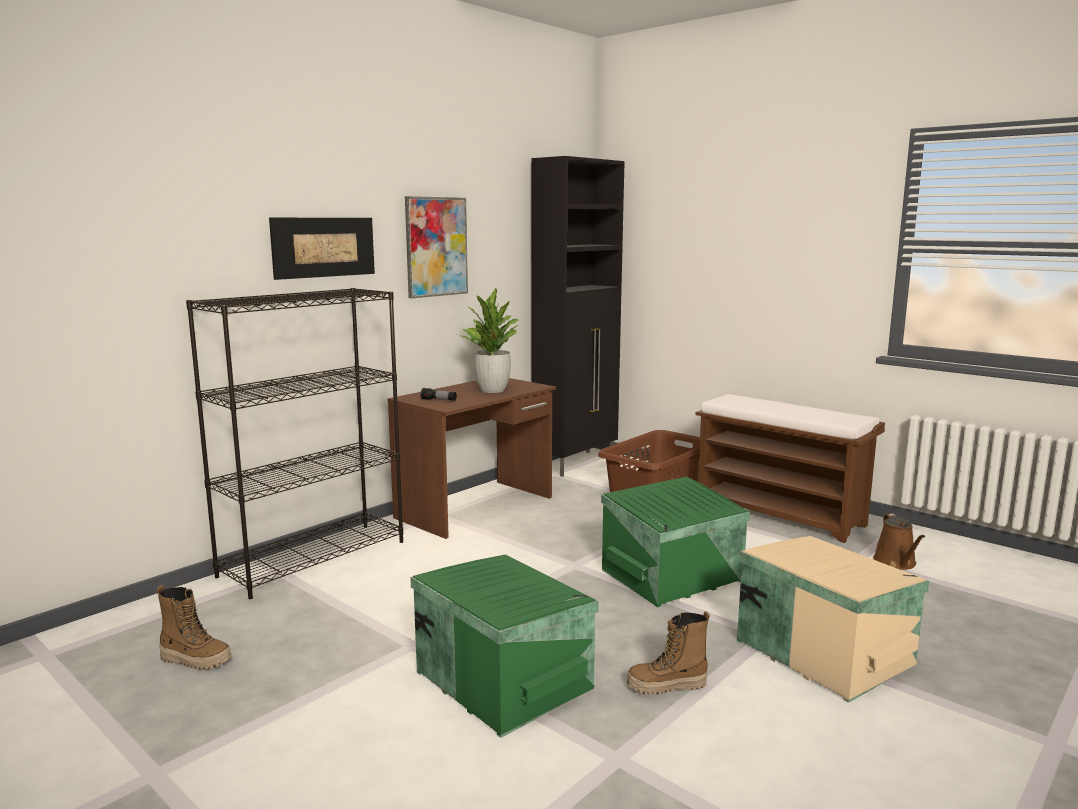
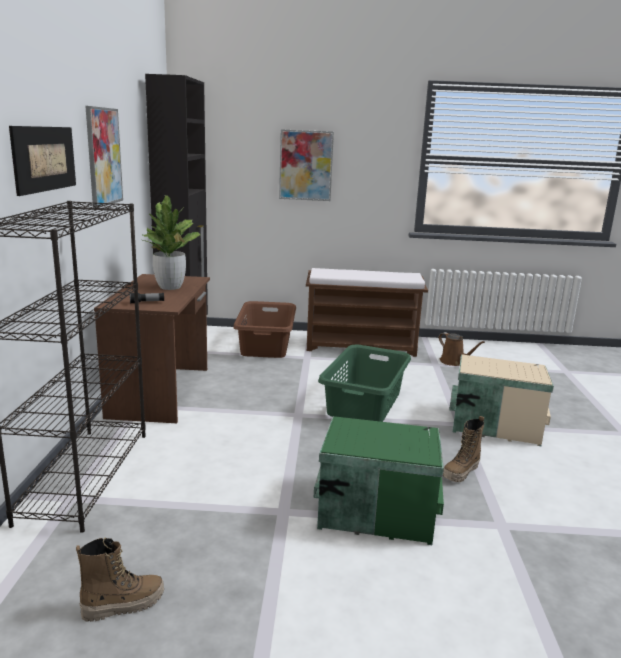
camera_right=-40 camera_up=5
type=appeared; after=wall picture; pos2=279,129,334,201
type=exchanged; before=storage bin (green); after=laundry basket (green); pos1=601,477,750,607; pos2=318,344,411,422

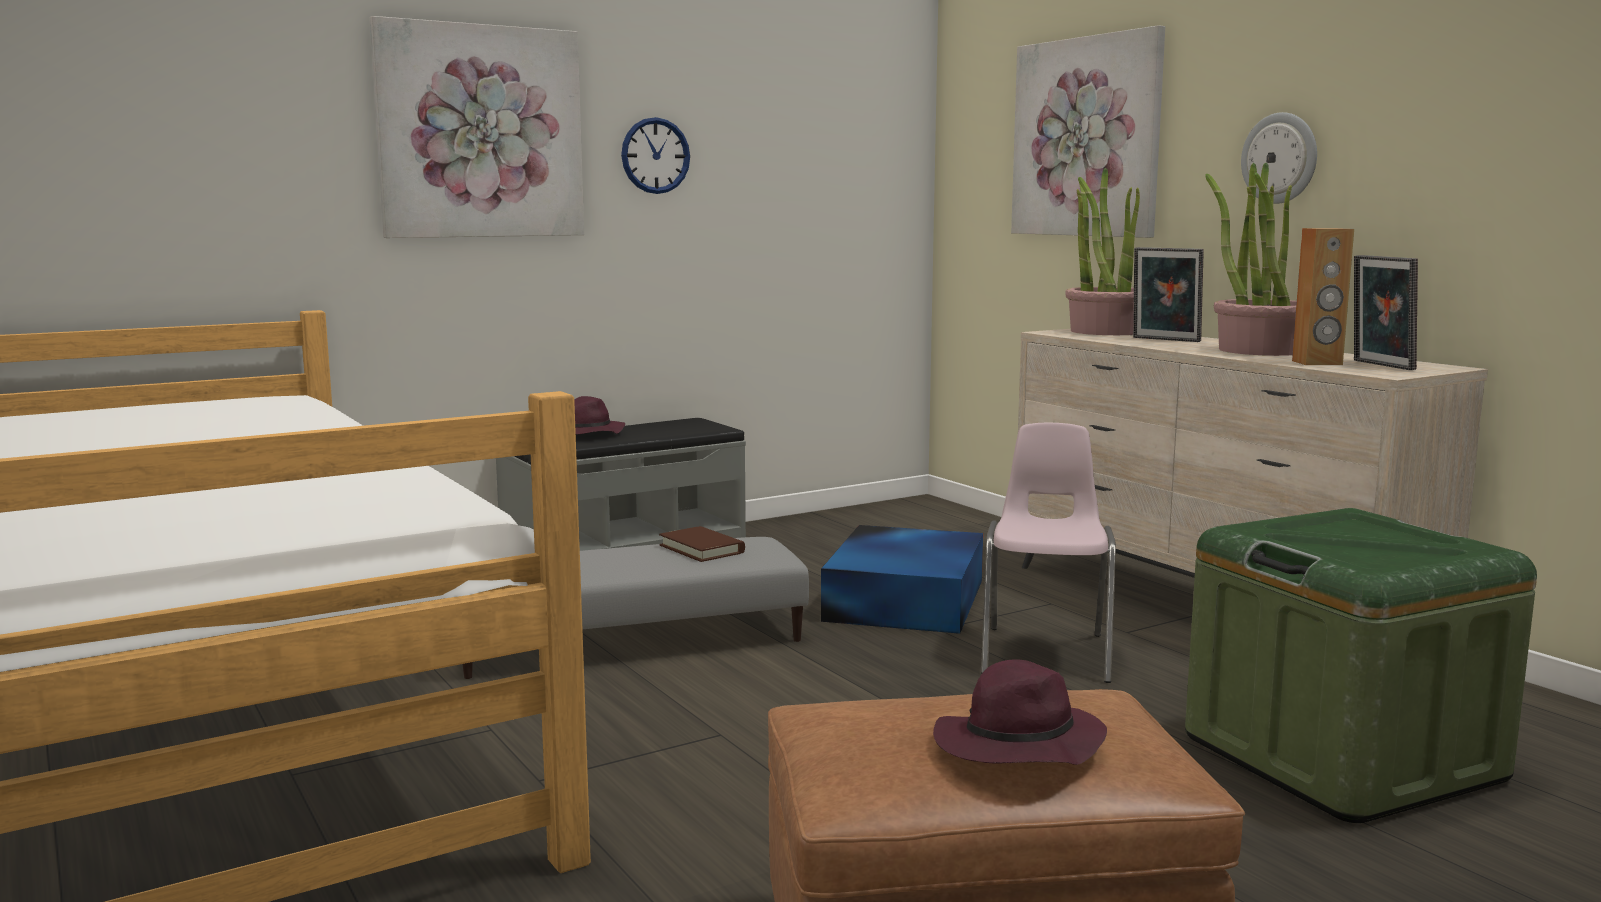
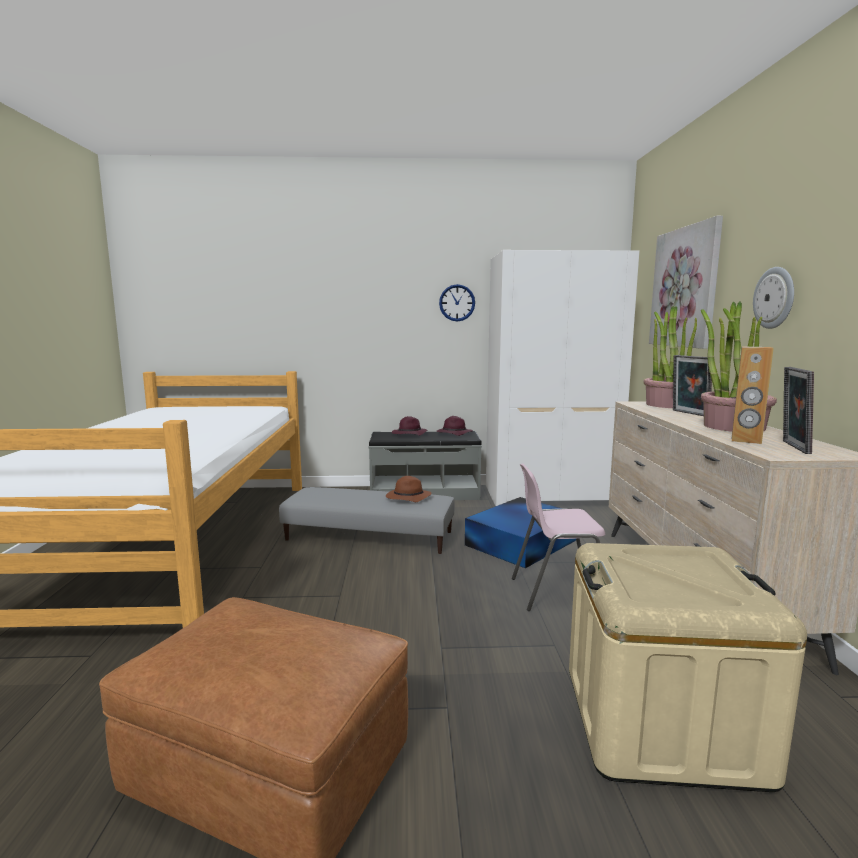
camera_right=30 camera_up=0
type=missing; before=wall picture; pos1=369,16,584,238
type=appeared; after=wardrobe (white); pos2=486,250,639,506
type=relocated; before=clothing hat (purple); pos1=933,660,1107,765; pos2=436,416,473,436
type=exchanged; before=bound book (brownish); after=clothing hat (brownish); pos1=659,526,745,562; pos2=386,476,432,502
type=colour; before=storage bin (green); after=storage bin (sand-coloured); pos1=1185,508,1537,823; pos2=569,543,807,792
type=spun; before=chair (pink); pos1=981,423,1116,683; pos2=512,463,605,611; turn=-135

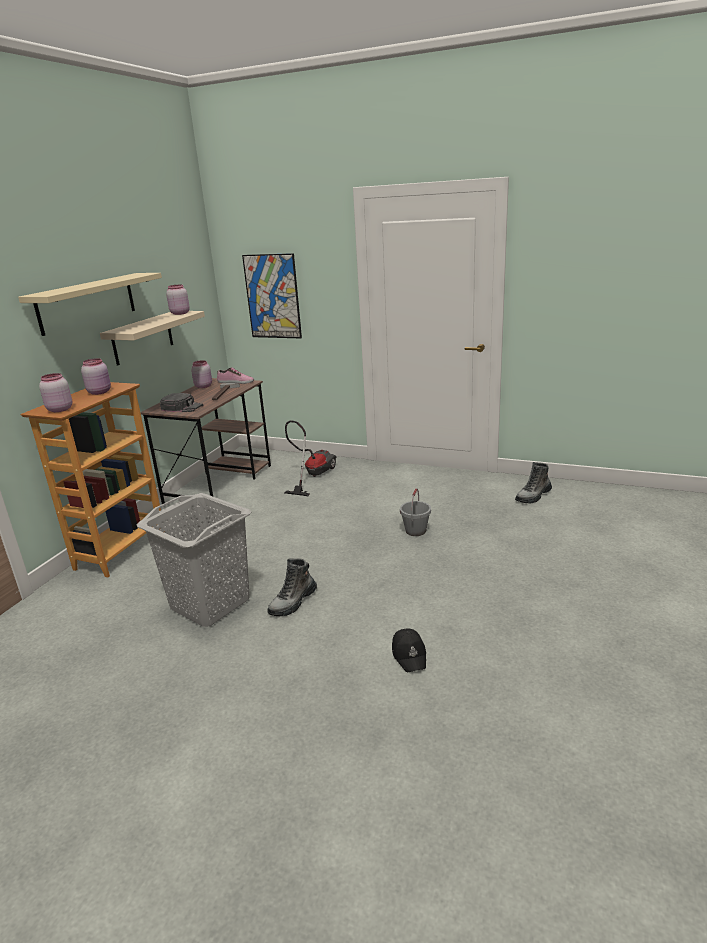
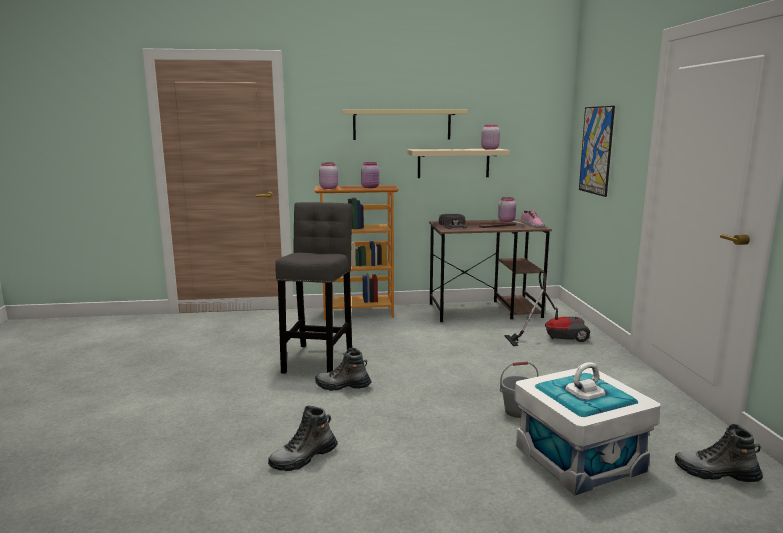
camera_right=60 camera_up=-10
type=appeared; after=storage bin (white); pos2=514,362,660,495
type=exchanged; before=laundry basket (greyish); after=sitting stool (greyish); pos1=136,493,251,627; pos2=275,202,353,374
type=exchanged; before=baseball cap (blackish); after=high-top boot; pos1=392,628,426,672; pos2=268,405,338,471

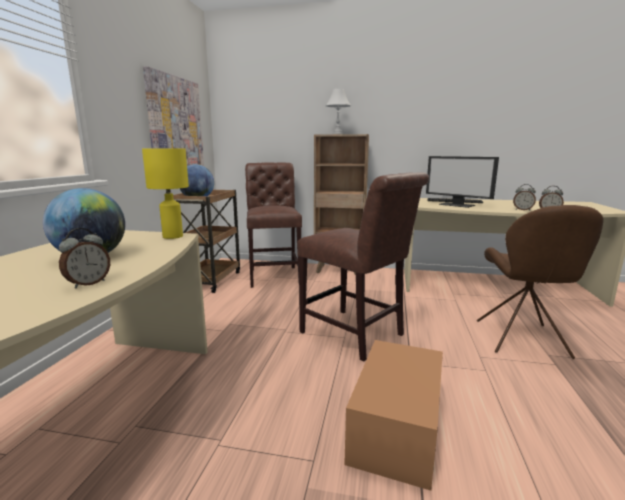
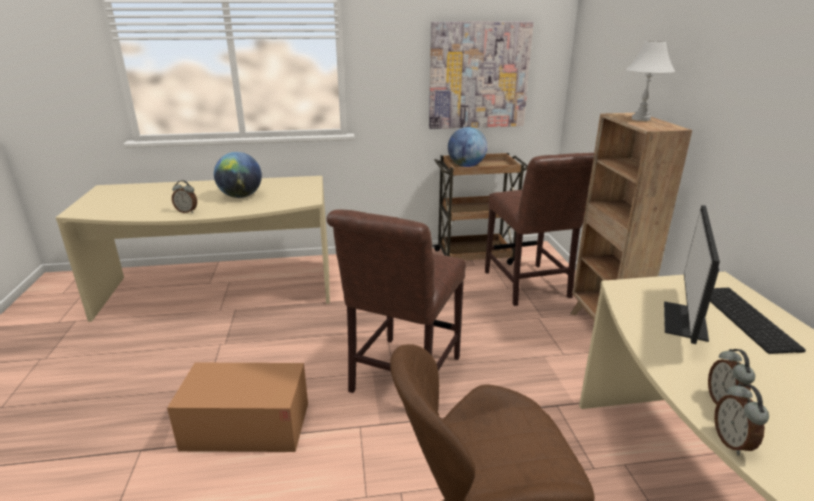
camera_right=70 camera_up=10
type=missing; before=table lamp (yellowish); pos1=142,149,189,239
type=spun; before=chair (brownish); pos1=245,162,302,288; pos2=485,153,594,306; turn=105

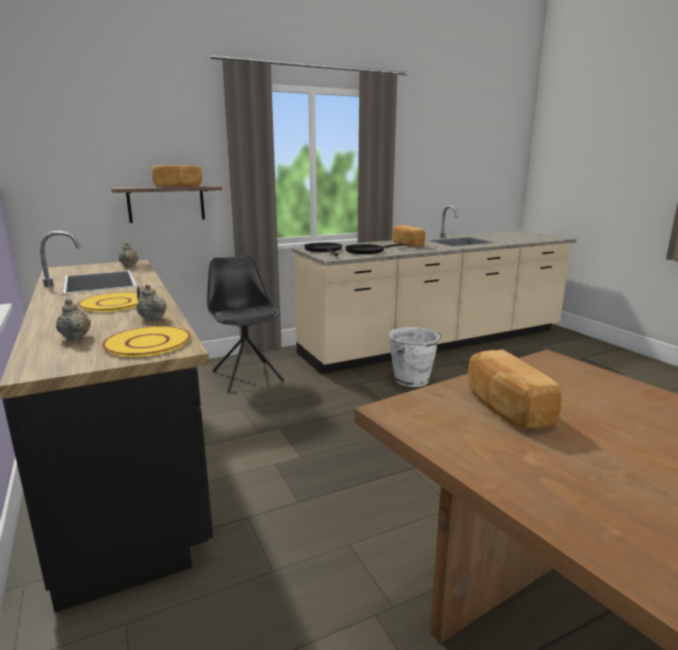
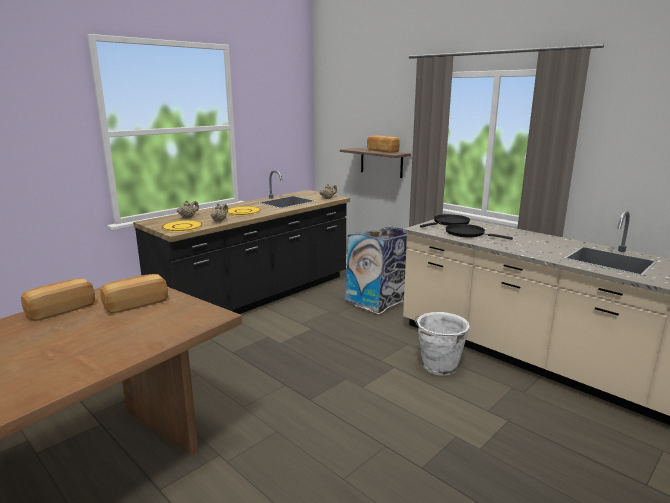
camera_right=70 camera_up=0
type=relocated; before=bakery bread; pos1=392,225,425,247; pos2=21,278,95,321
type=exchanged; before=chair (blackish); after=waste bin; pos1=207,255,284,392; pos2=345,227,408,315

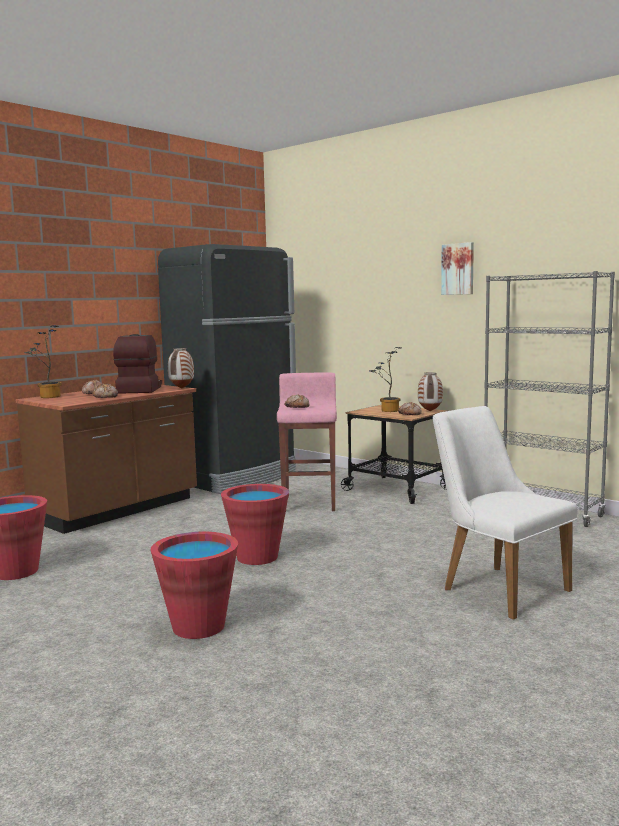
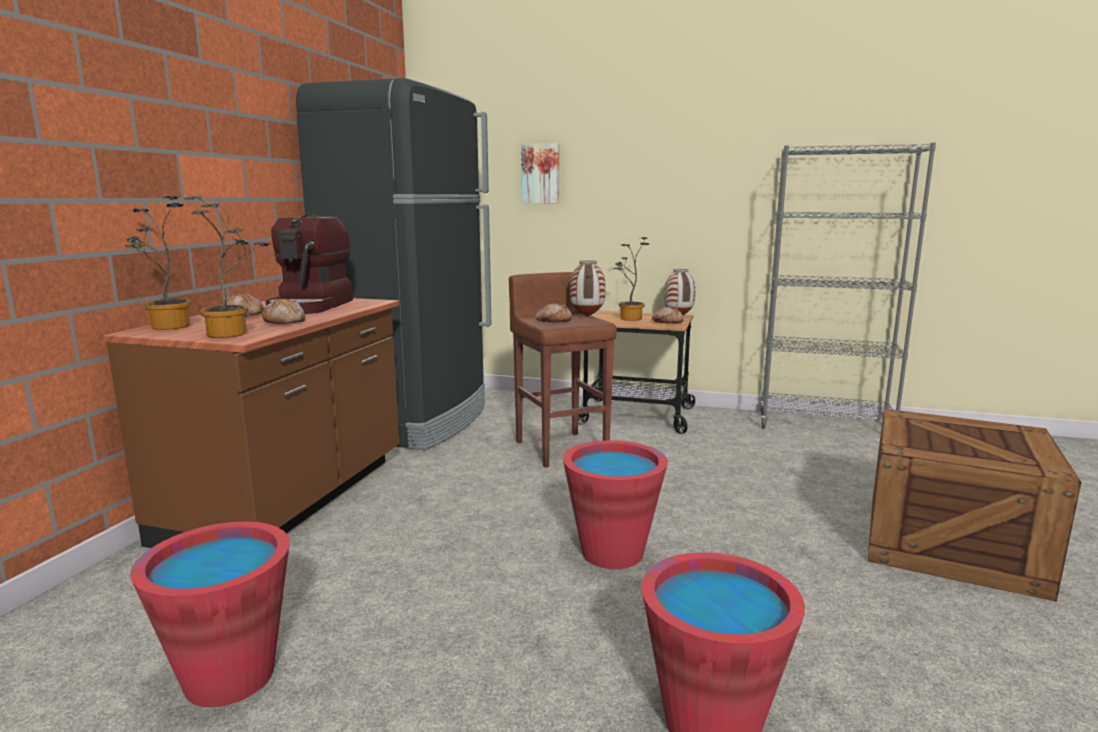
camera_right=-25 camera_up=5
type=appeared; after=potted plant; pos2=184,196,271,338
type=relocated; before=decorative vase; pos1=168,348,194,389; pos2=570,260,606,317
type=relocated; before=wall picture; pos1=441,242,474,295; pos2=521,143,559,203
type=exchanged; before=chair (white); after=shipping crate; pos1=433,406,578,620; pos2=868,409,1081,602
type=colour; before=sitting stool (pink); after=sitting stool (brownish); pos1=277,372,337,511; pos2=509,272,617,468
type=spun; before=coffee brewer; pos1=113,334,162,394; pos2=266,215,353,314; turn=-150

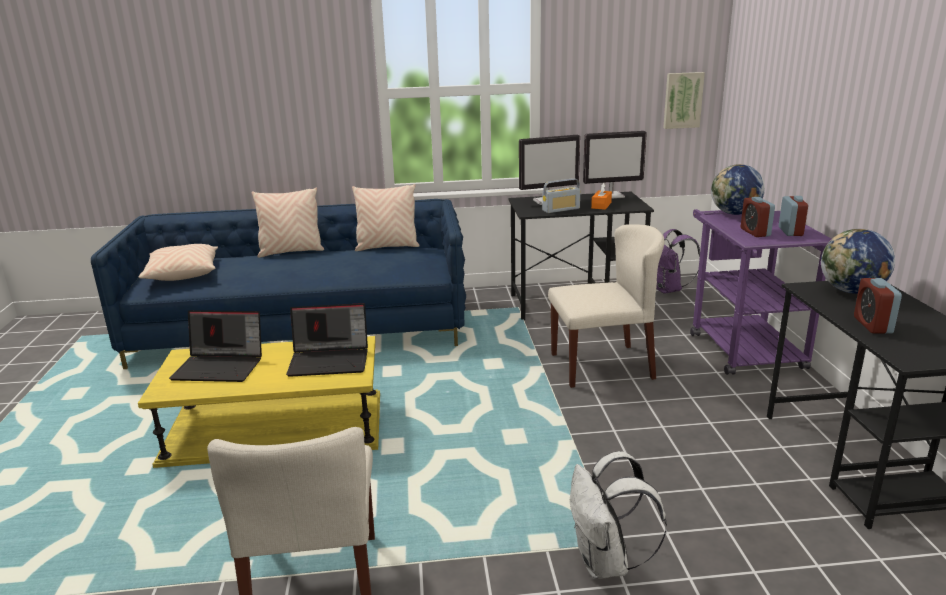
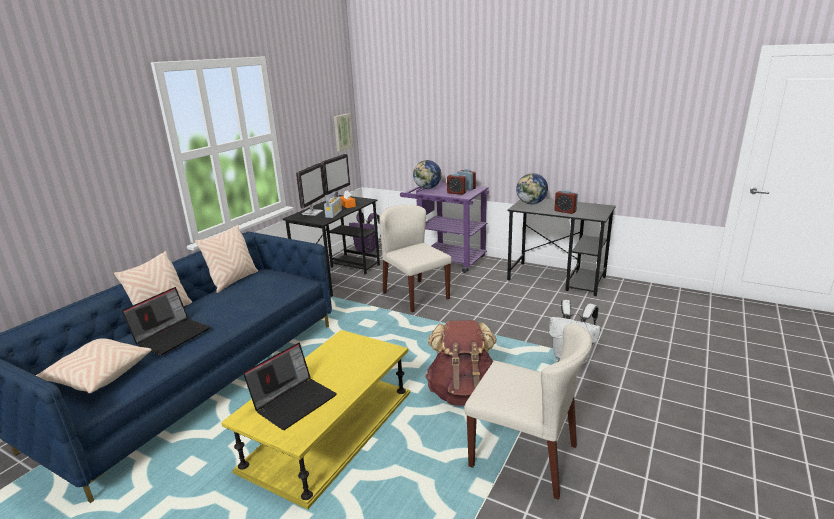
camera_right=-55 camera_up=0
type=appeared; after=knapsack (brownish); pos2=425,320,497,406
type=relocated; before=notebook computer; pos1=286,303,368,377; pos2=122,287,211,355
type=spun; before=chair (sand-coloured); pos1=548,224,664,388; pos2=379,205,452,312; turn=-60

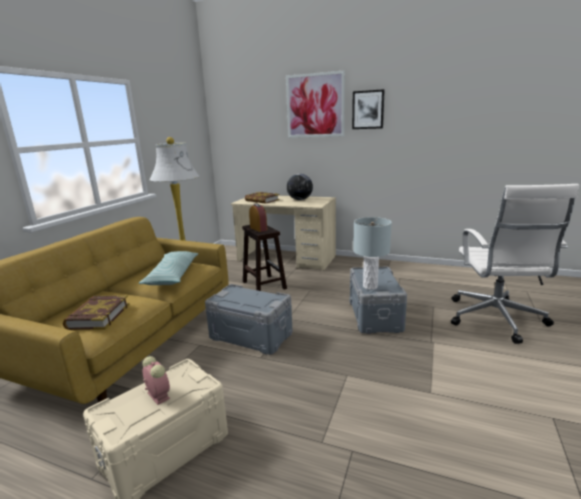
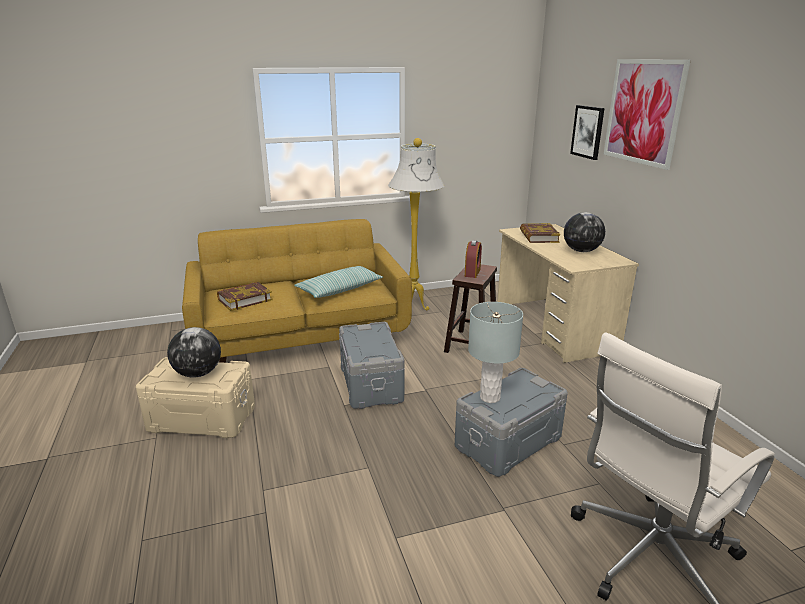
camera_right=50 camera_up=5
type=relocated; before=wall picture; pos1=352,89,384,129; pos2=570,105,605,160
type=exchanged; before=table clock; after=world globe; pos1=142,356,170,405; pos2=167,327,221,378

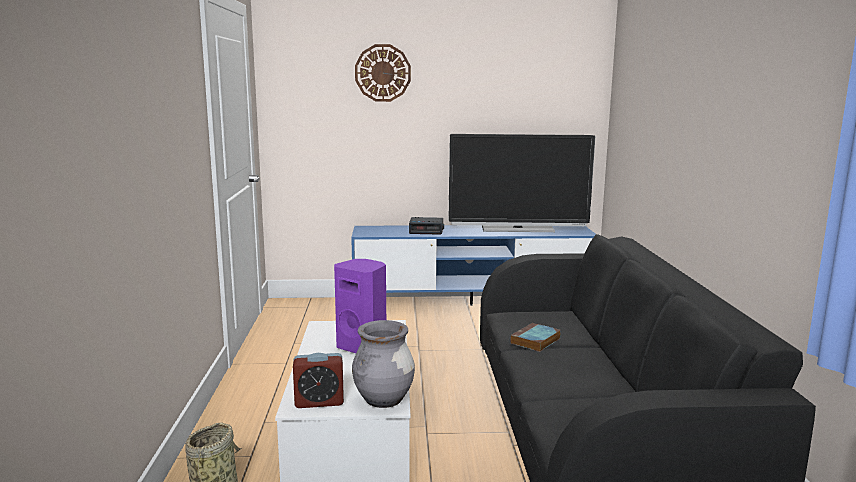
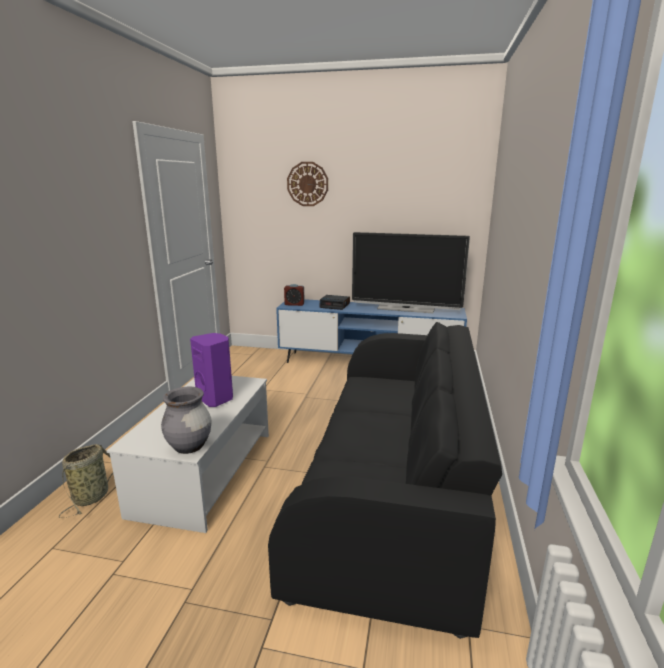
camera_right=15 camera_up=5
type=missing; before=bound book; pos1=510,323,561,352
type=relocated; before=table clock; pos1=293,353,344,408; pos2=284,284,305,306

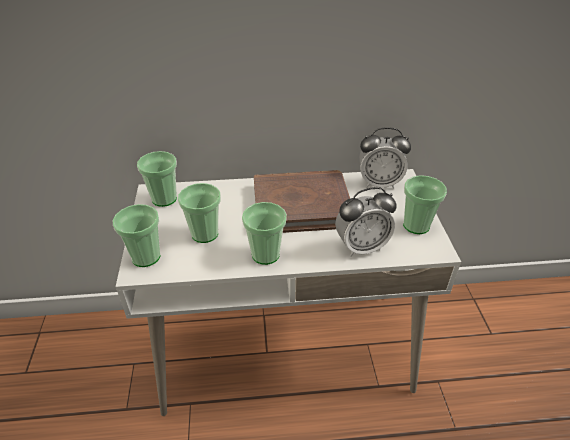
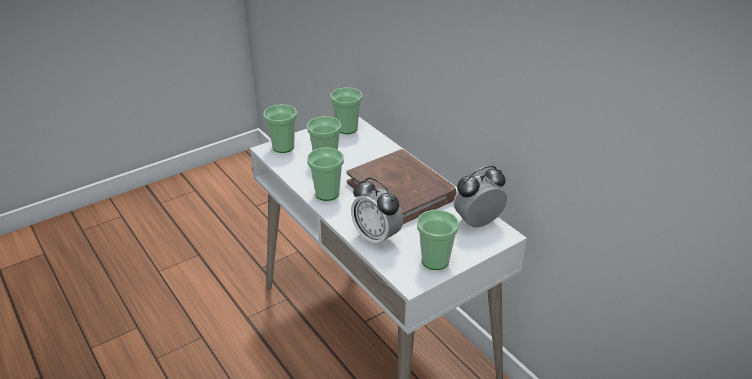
camera_right=60 camera_up=-5
type=spun; before=table clock; pos1=359,127,411,189; pos2=454,166,507,228; turn=90

